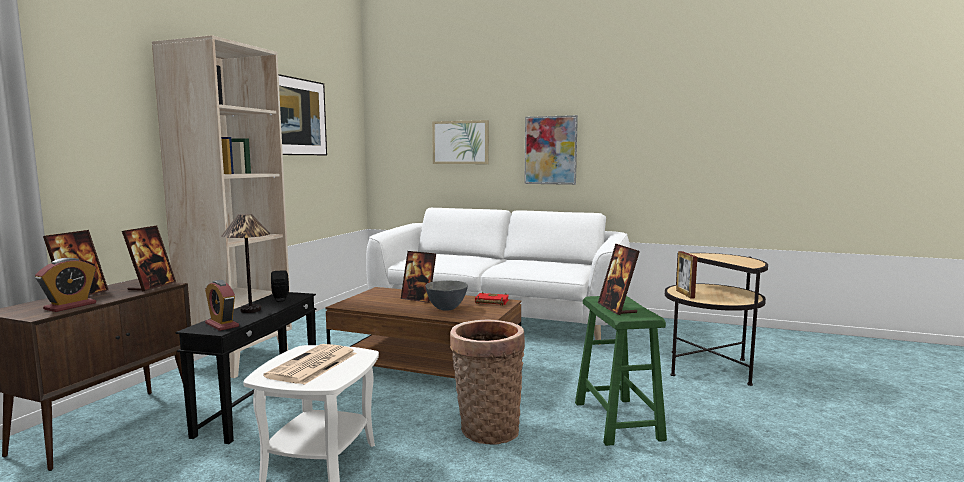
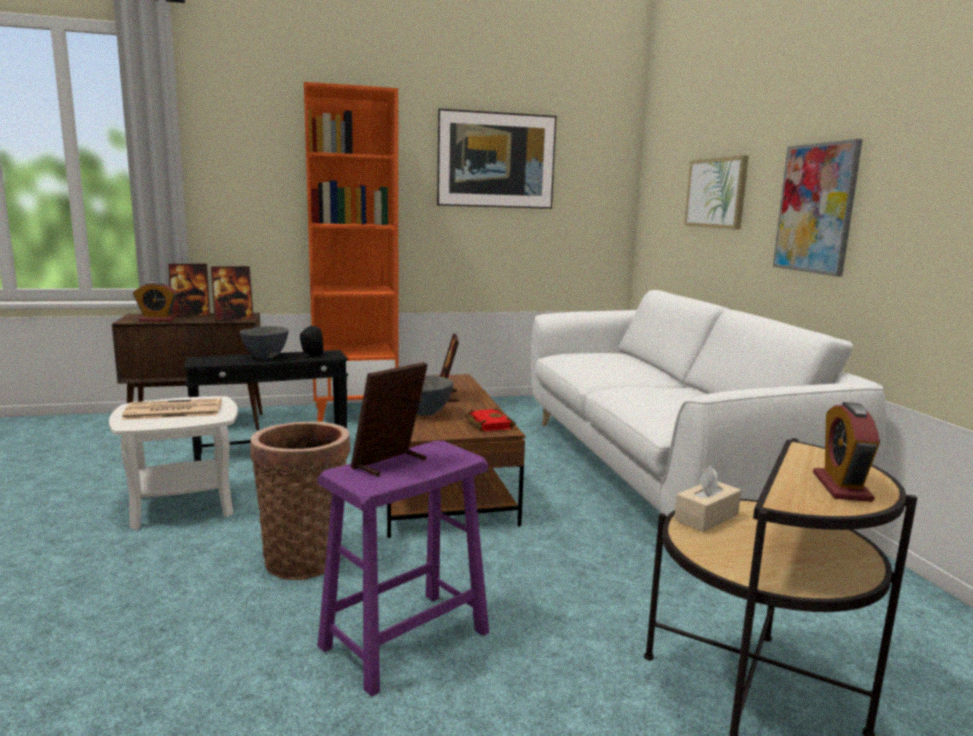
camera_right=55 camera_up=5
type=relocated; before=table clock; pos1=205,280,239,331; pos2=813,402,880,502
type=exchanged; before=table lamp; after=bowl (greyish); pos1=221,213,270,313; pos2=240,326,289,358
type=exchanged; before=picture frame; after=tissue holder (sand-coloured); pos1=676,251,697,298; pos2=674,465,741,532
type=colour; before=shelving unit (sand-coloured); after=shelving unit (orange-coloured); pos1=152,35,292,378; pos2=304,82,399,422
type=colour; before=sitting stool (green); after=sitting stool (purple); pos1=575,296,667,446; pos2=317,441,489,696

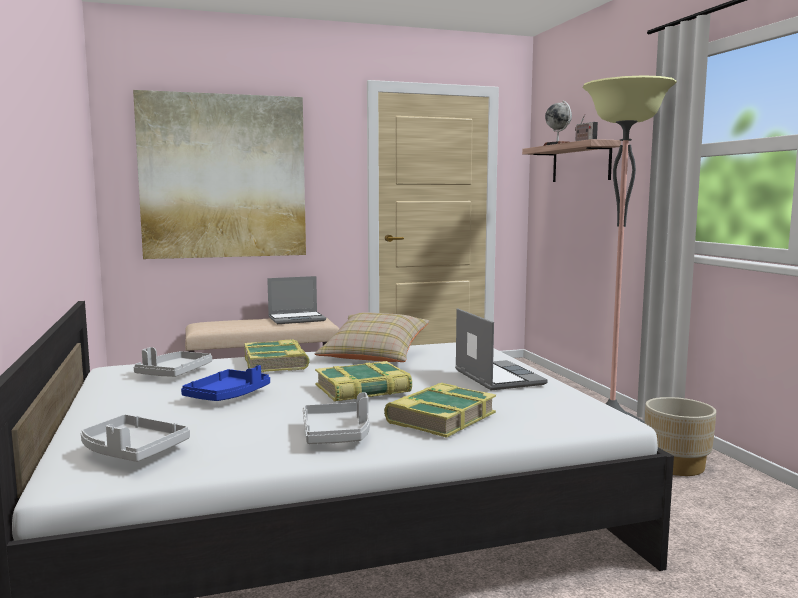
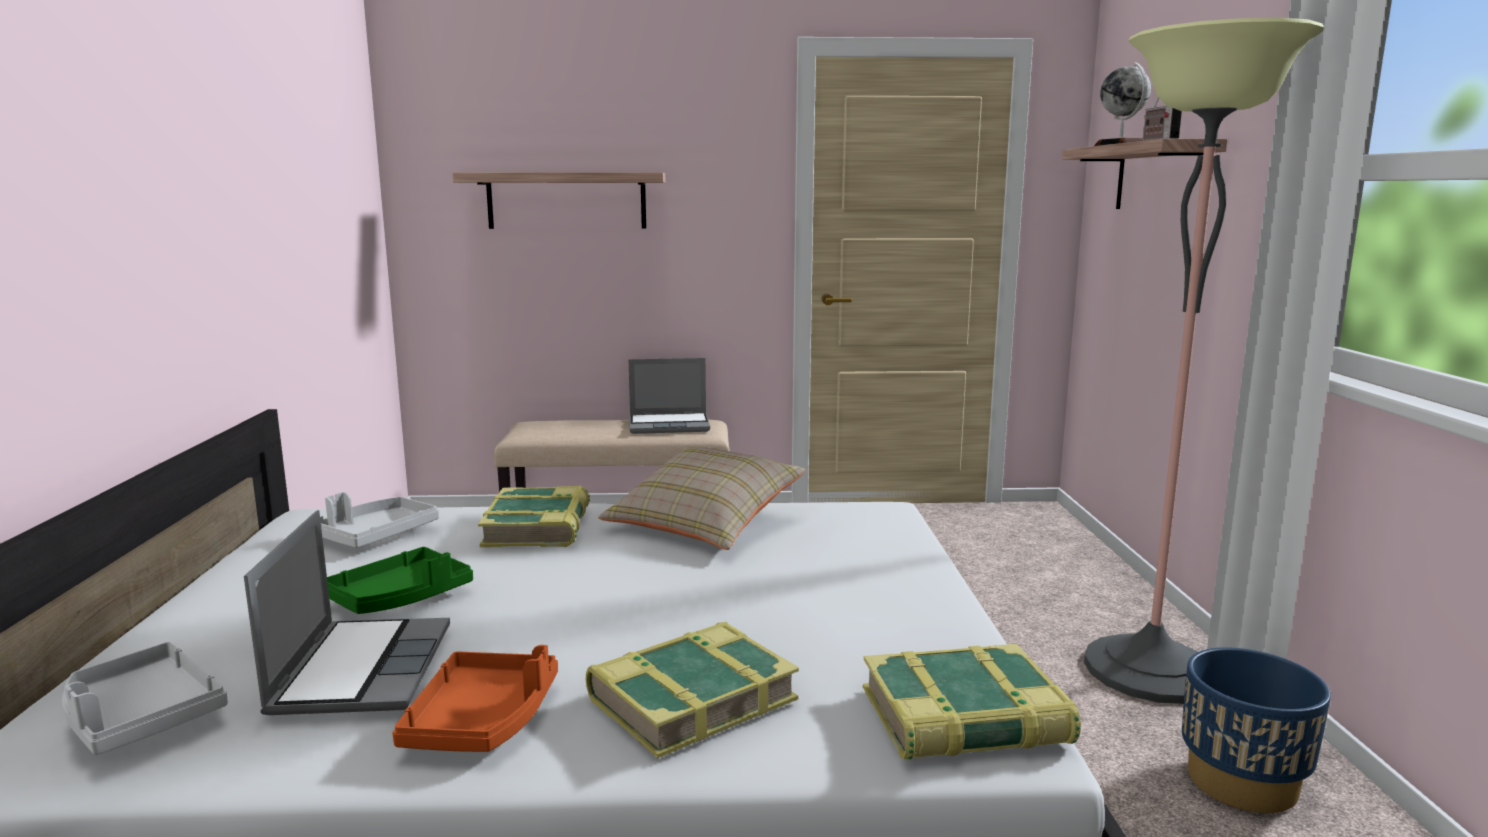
camera_right=15 camera_up=5
type=relocated; before=bound book; pos1=315,361,412,402; pos2=863,644,1081,760
type=relocated; before=notebook computer; pos1=455,308,548,390; pos2=244,510,450,715
type=exchanged; before=wall picture; after=bracket shelf; pos1=133,90,306,259; pos2=453,172,665,229
type=colour; before=carrying tray (blue-coloured); after=carrying tray (green); pos1=181,365,270,401; pos2=327,547,473,614
type=colour; before=carrying tray (greyish); after=carrying tray (orange-coloured); pos1=303,392,370,444; pos2=392,645,558,752
type=colour; before=plant pot (sand-coloured); after=plant pot (blue-coloured); pos1=645,397,716,476; pos2=1182,647,1331,813

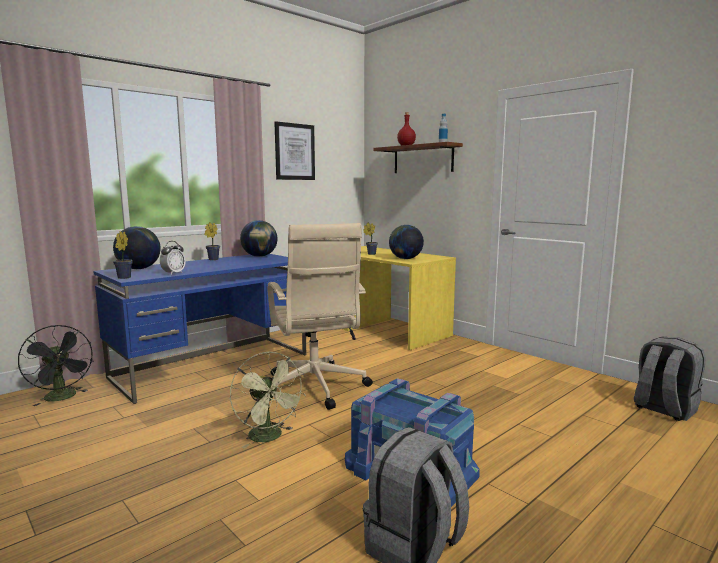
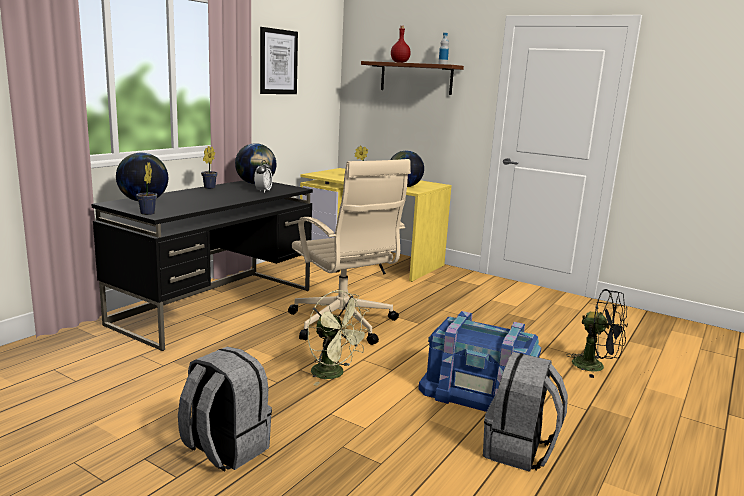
camera_right=-15 camera_up=5
type=relocated; before=cooling fan (blackish); pos1=18,325,94,406; pos2=566,289,628,378
type=relocated; before=table clock; pos1=160,241,186,275; pos2=254,160,272,193
type=relocated; before=knapsack (greyish); pos1=634,337,706,421; pos2=178,347,272,472
type=colour; before=desk table (blue-coloured); after=desk table (blackish); pos1=93,254,306,404; pos2=91,180,313,351

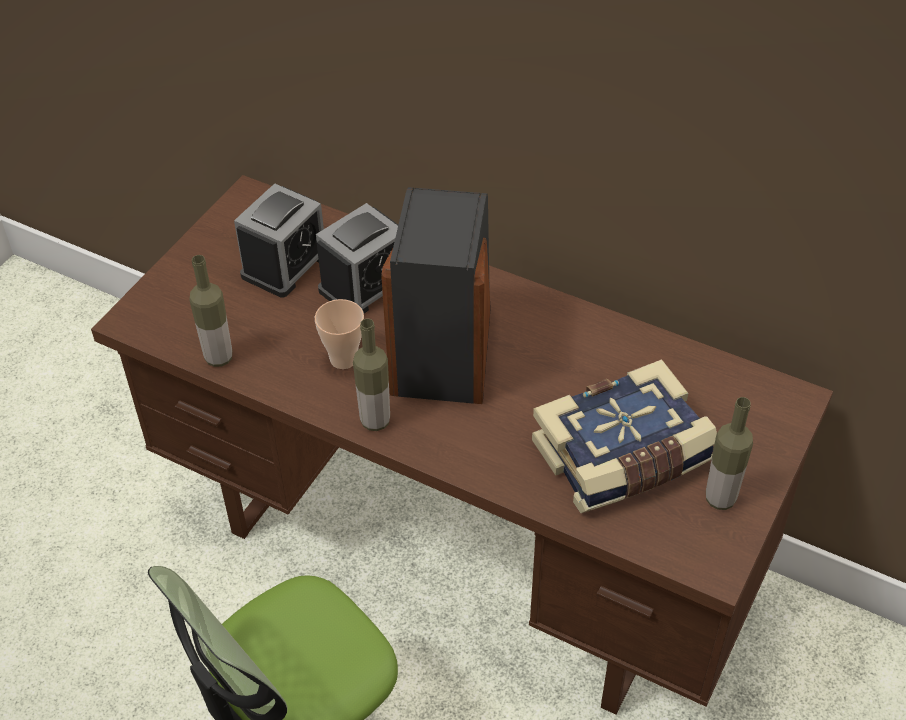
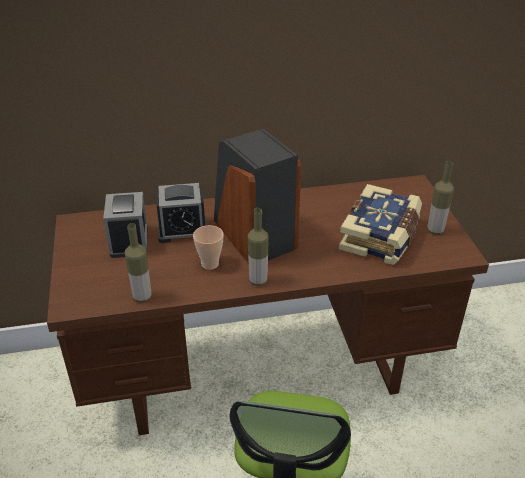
camera_right=-40 camera_up=-10
type=spun; before=table clock; pos1=316,203,398,313; pos2=156,183,207,243; turn=75

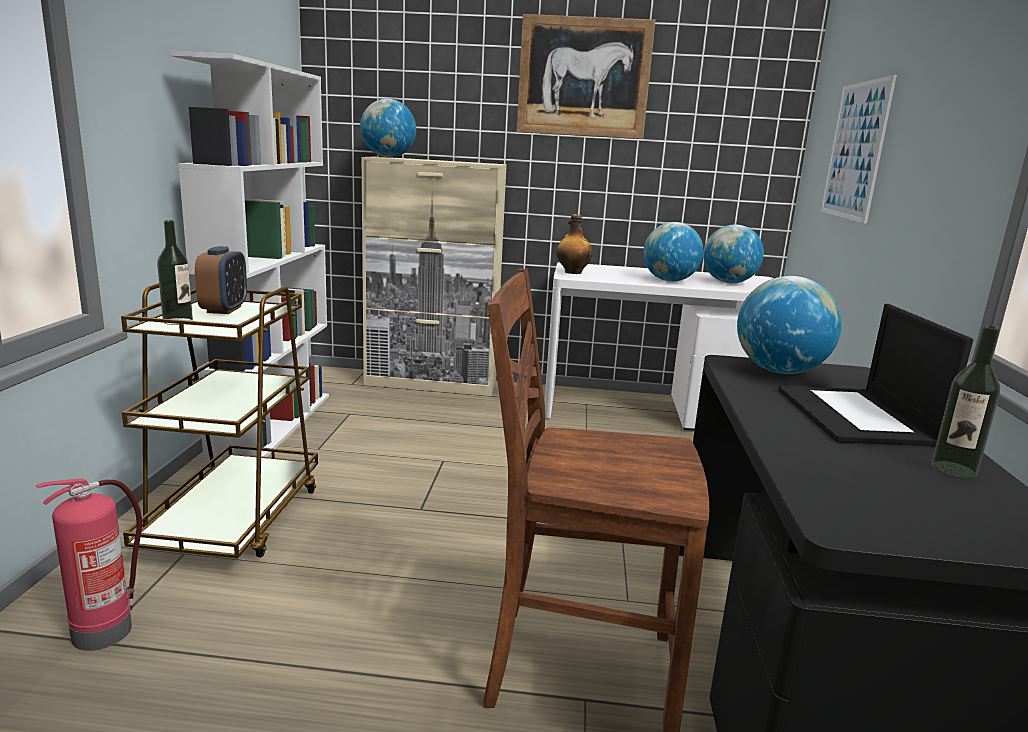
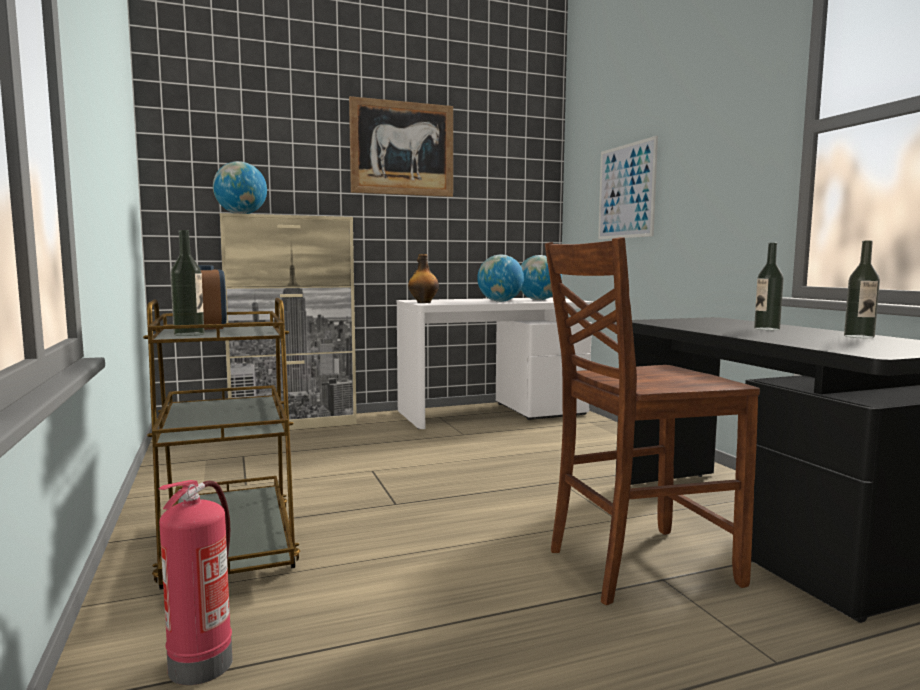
camera_right=-25 camera_up=-10
type=missing; before=shelving unit (white); pos1=169,51,329,462
type=missing; before=world globe; pos1=737,276,842,374
type=exchanged; before=notebook computer; after=drink bottle; pos1=778,304,973,446; pos2=754,243,784,330

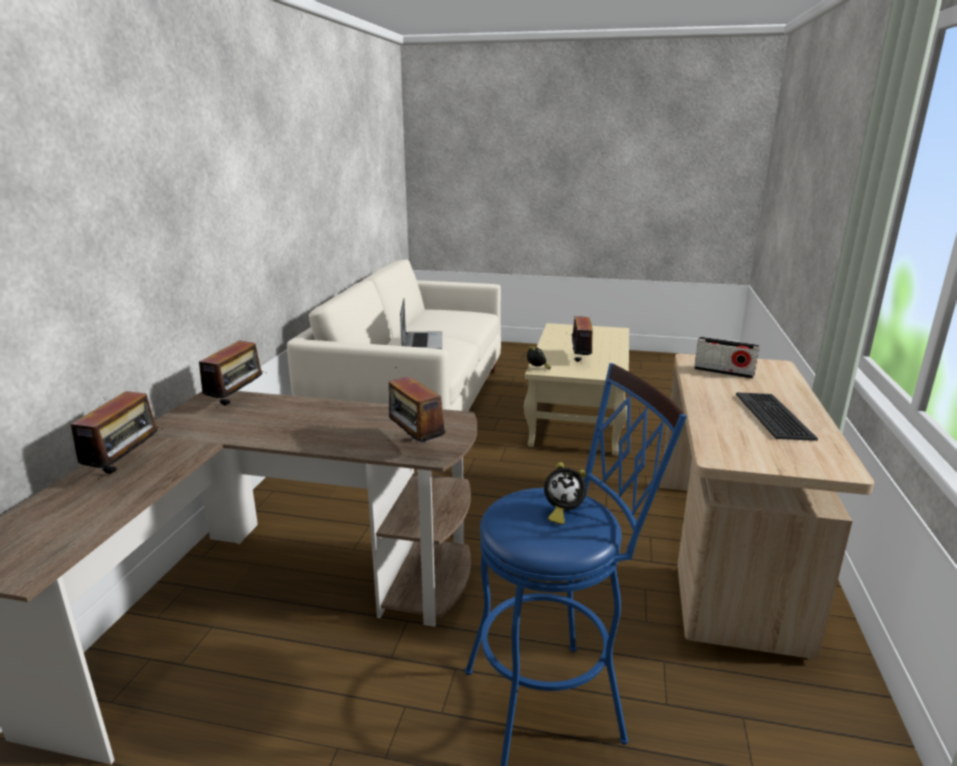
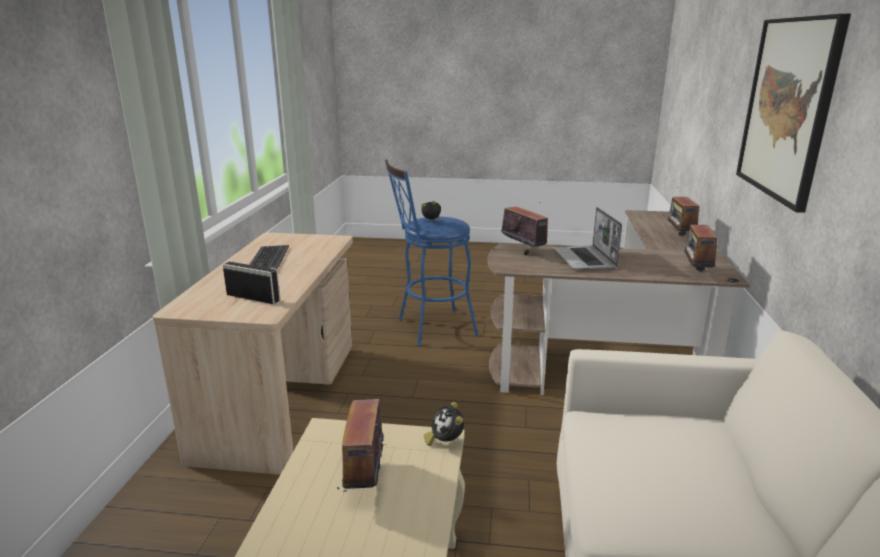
camera_right=175 camera_up=0
type=appeared; after=wall picture; pos2=736,14,851,213
type=relocated; before=notebook computer; pos1=400,299,442,349; pos2=553,207,622,271

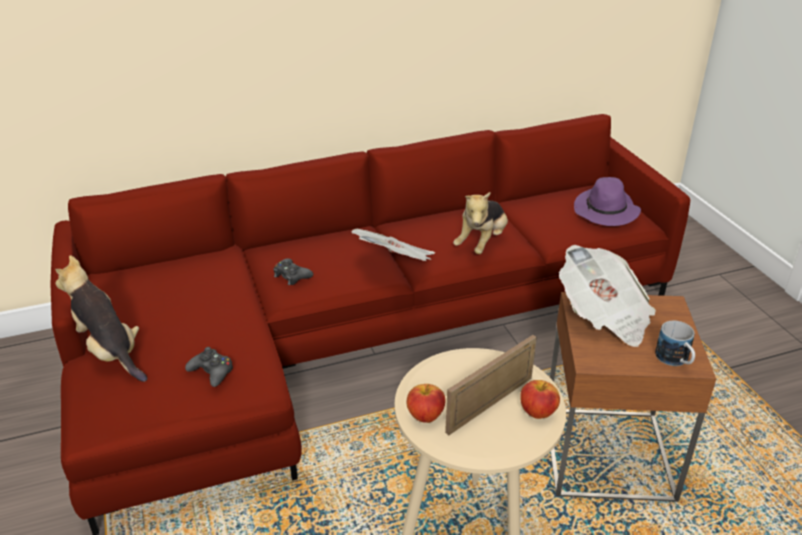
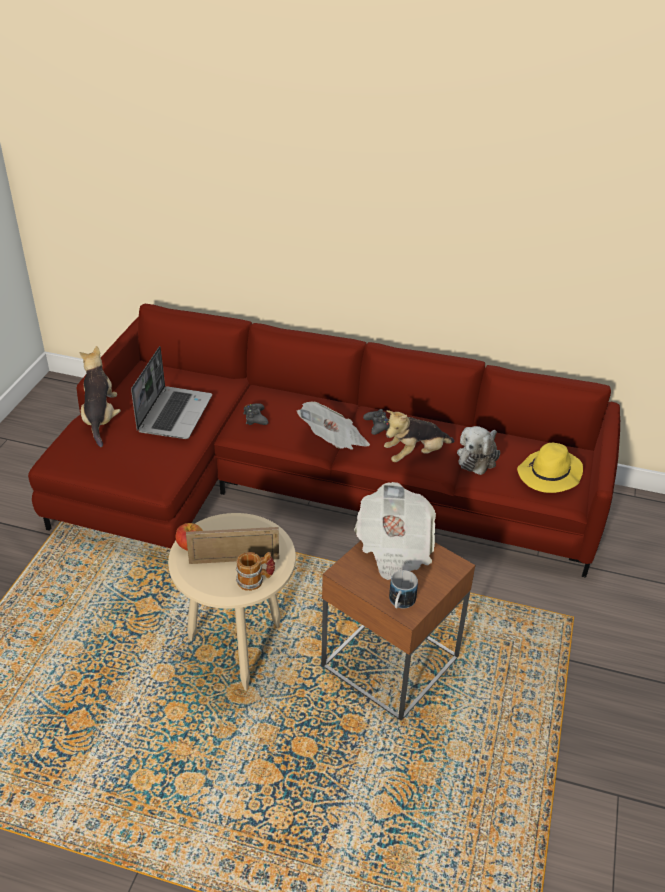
camera_right=35 camera_up=5
type=appeared; after=notebook computer; pos2=131,346,212,439
type=appeared; after=plush toy; pos2=457,426,500,475
type=relocated; before=gamepad (blackish); pos1=185,347,233,387; pos2=363,409,389,435
type=exchanged; before=whole apple; after=tea mug; pos1=520,380,560,419; pos2=236,552,275,591
type=colour; before=clothing hat (purple); after=clothing hat (yellowish); pos1=574,177,641,226; pos2=517,443,583,493

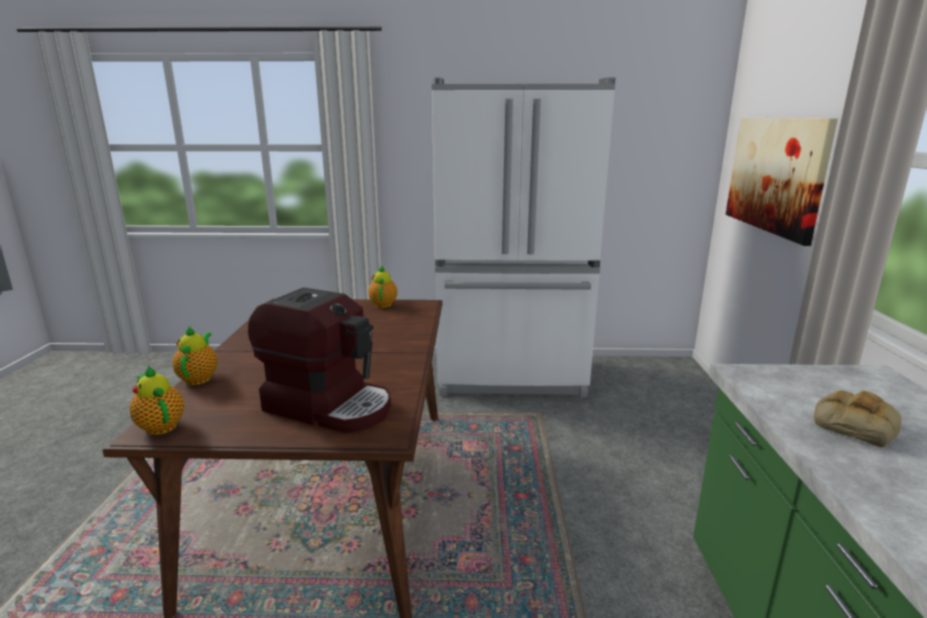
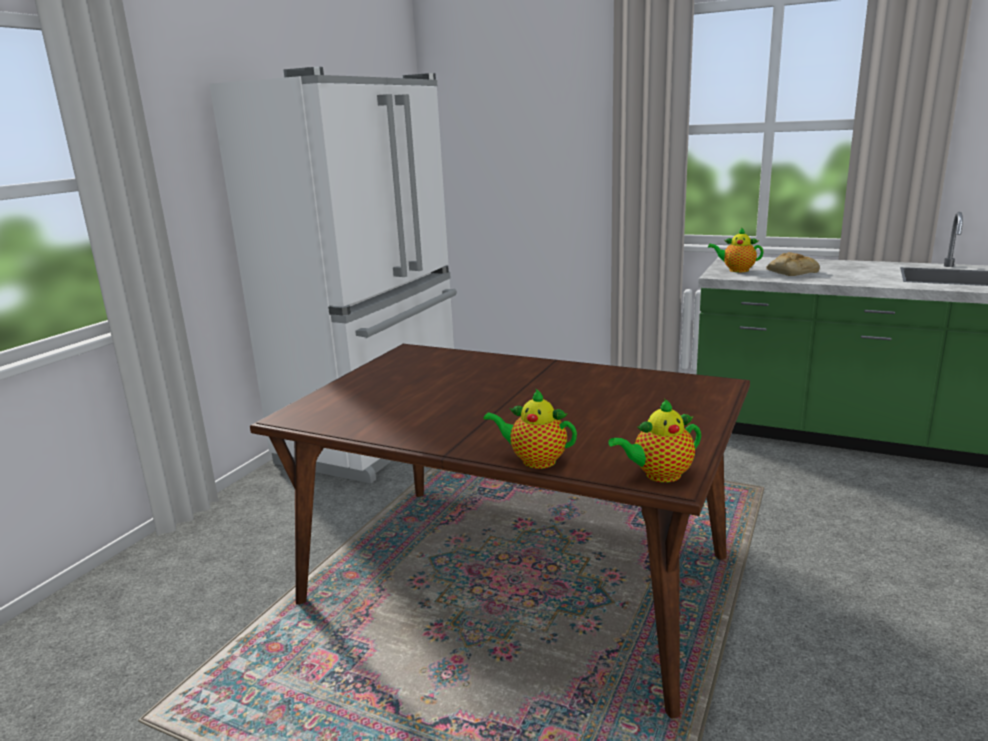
camera_right=-65 camera_up=0
type=missing; before=coffee brewer; pos1=248,287,391,433
type=missing; before=wall picture; pos1=726,118,838,246
type=relocated; before=pot for tea; pos1=368,265,397,308; pos2=708,227,763,272

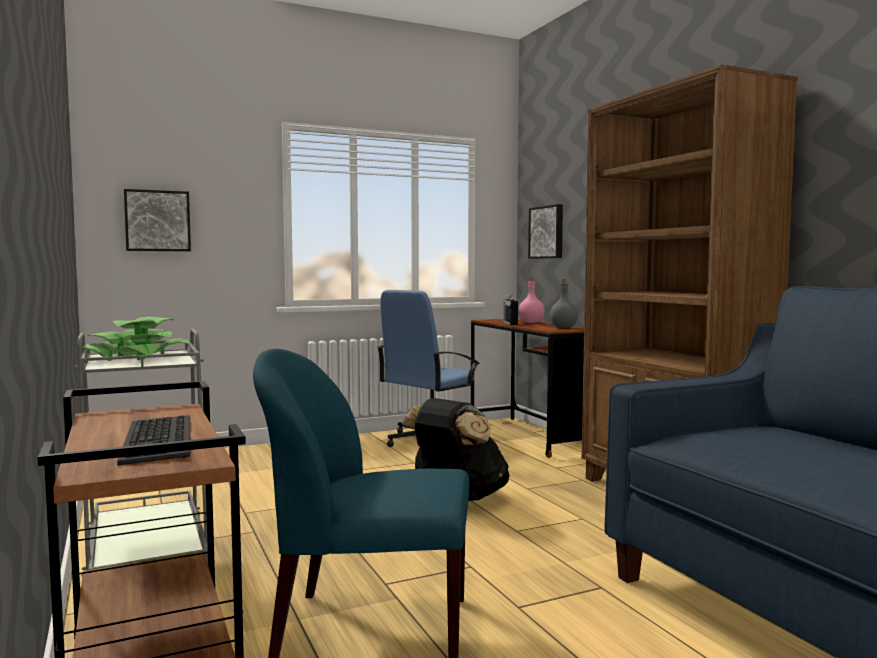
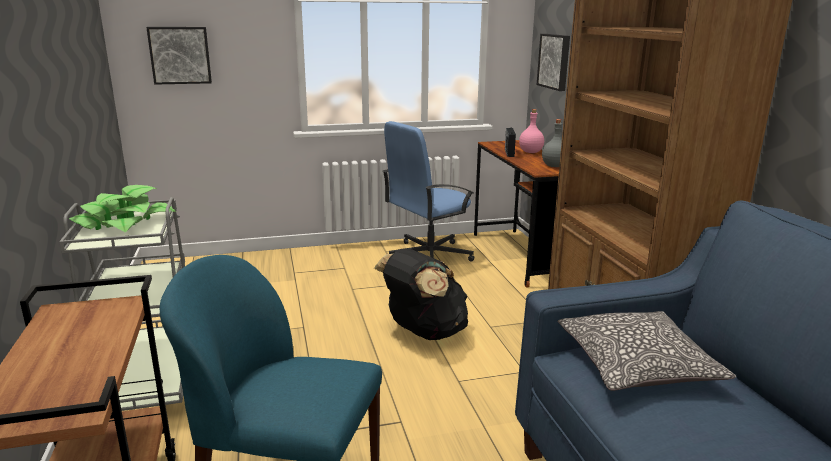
camera_right=10 camera_up=15
type=missing; before=PC keyboard; pos1=117,415,190,465
type=appeared; after=cushion; pos2=558,311,736,391

